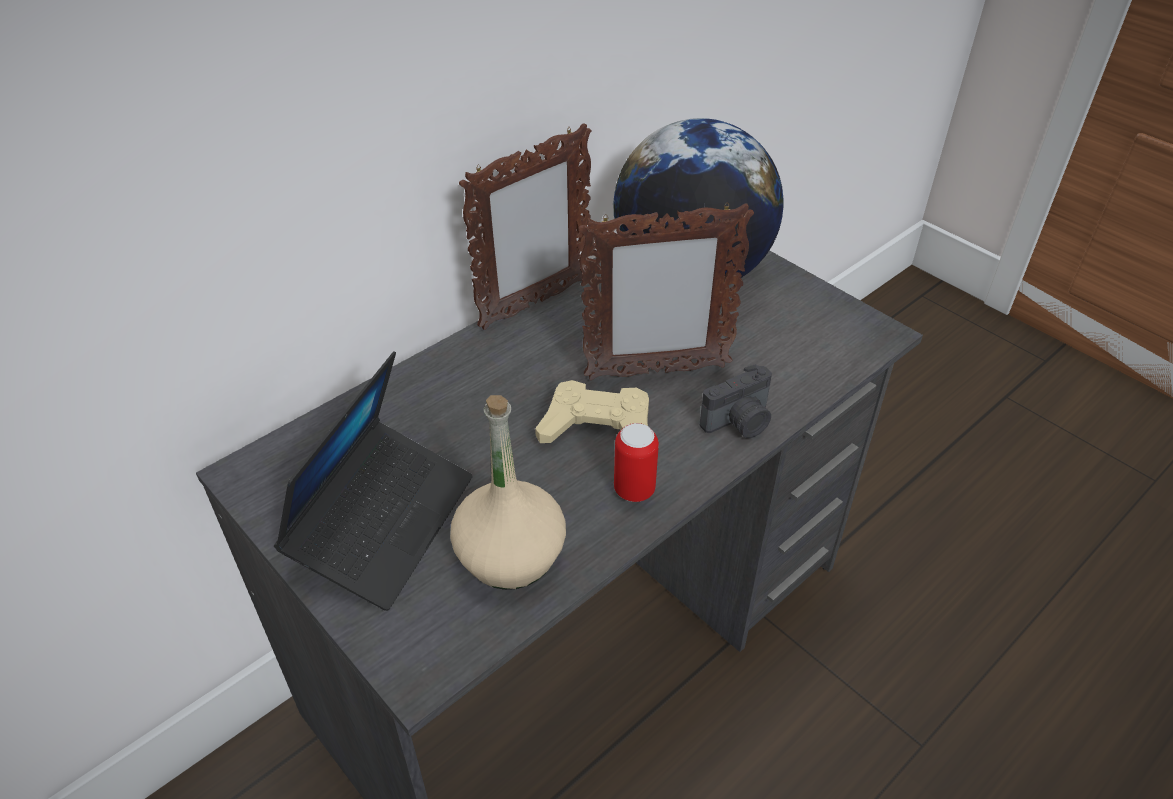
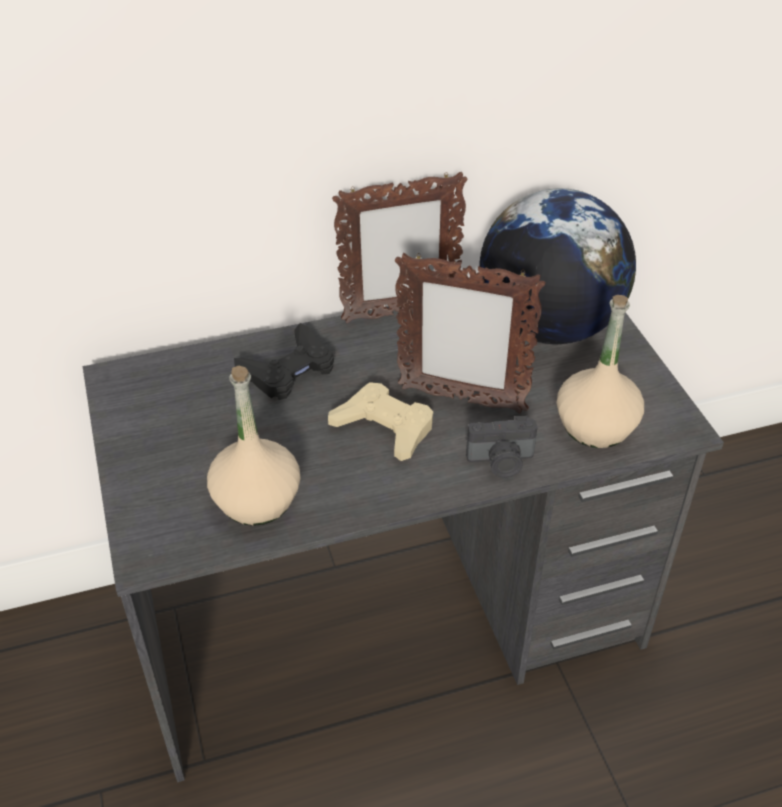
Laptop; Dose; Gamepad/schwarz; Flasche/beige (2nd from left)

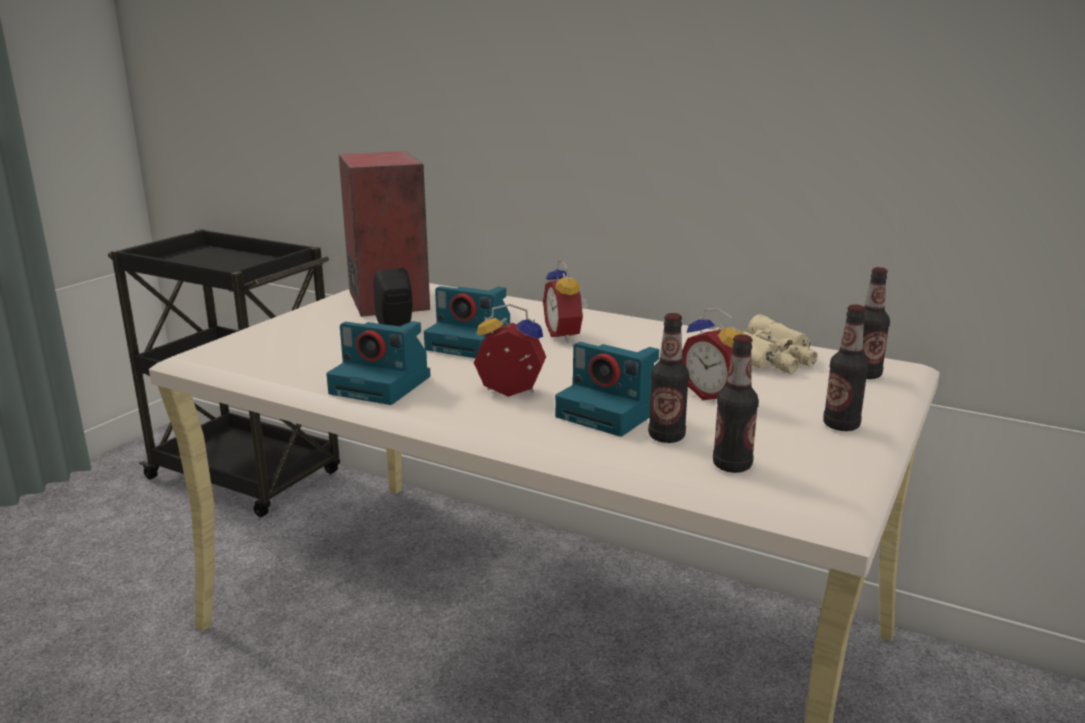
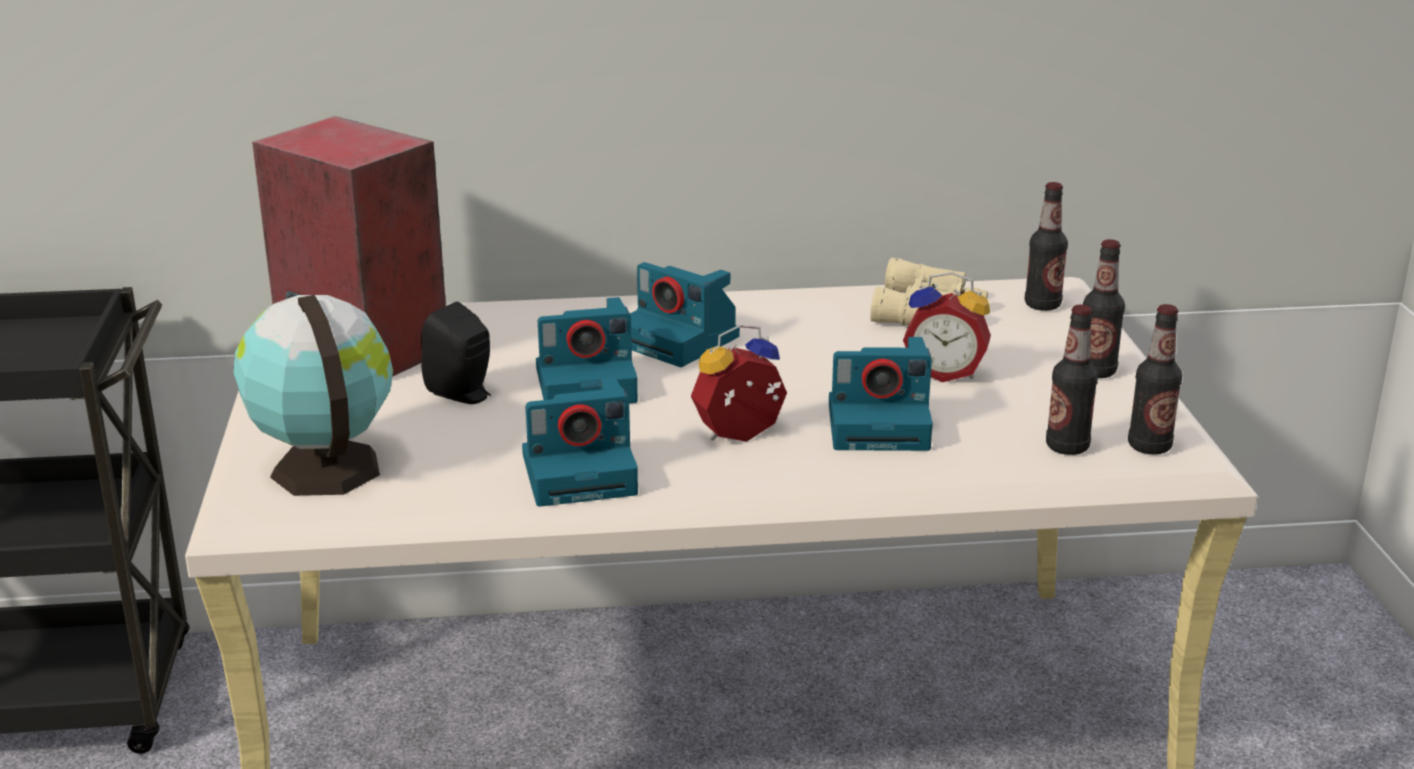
Kamera (3rd from left); Flasche (4th from left); Globus

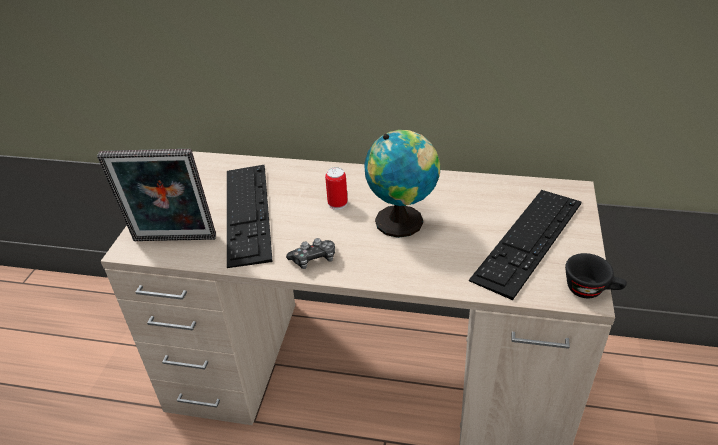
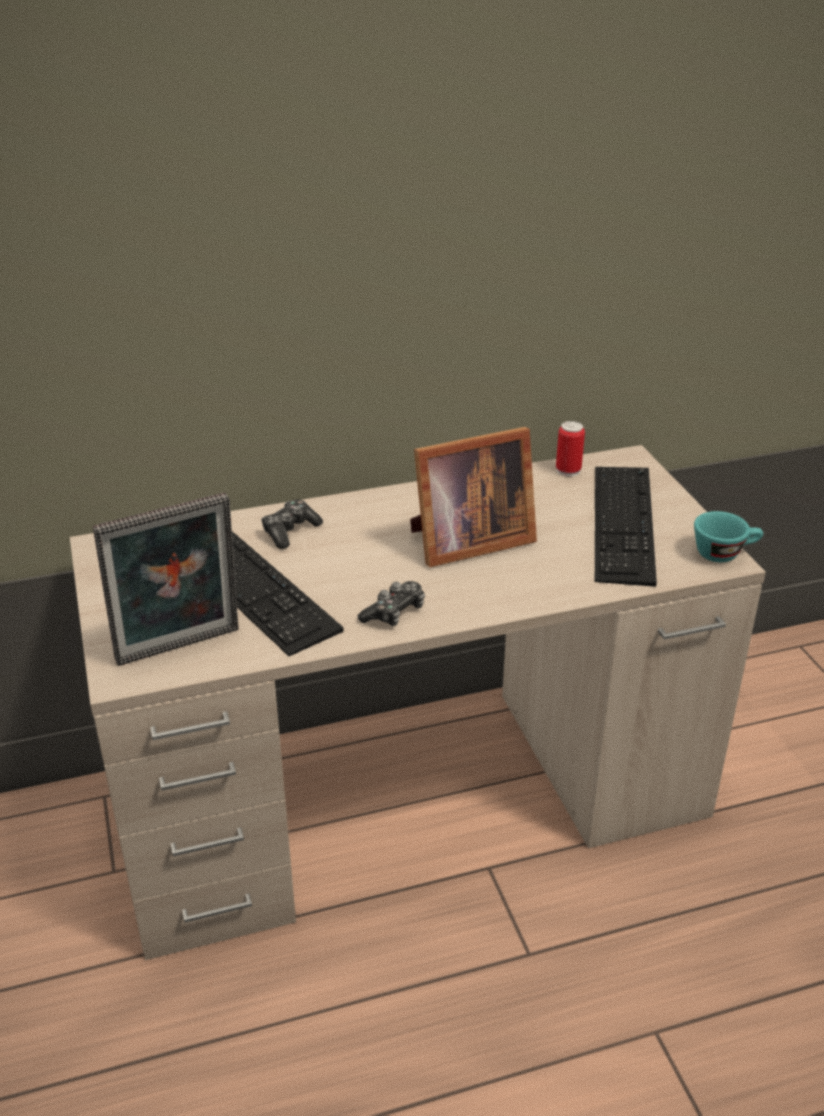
Dose; Bilderrahmen (2nd from left); Tasse/türkis; Gamepad (1st from left)

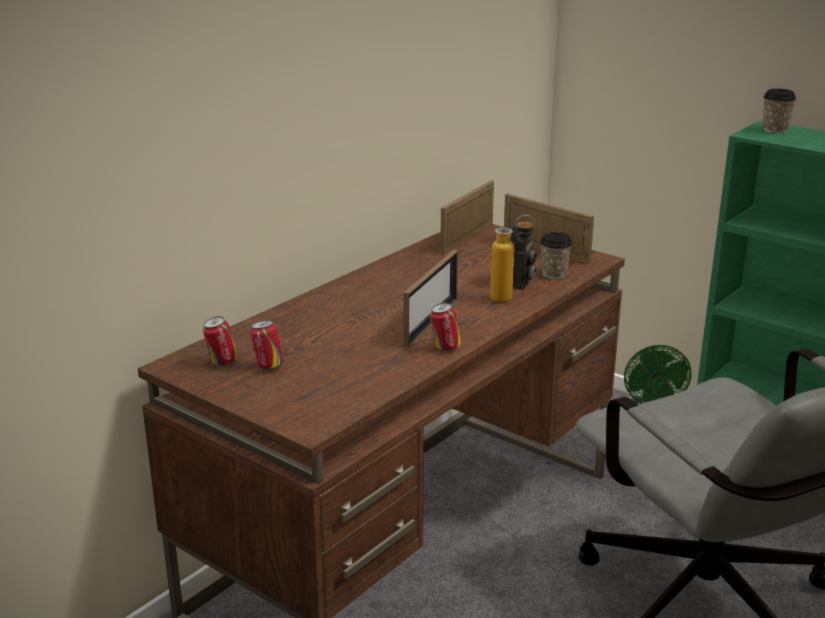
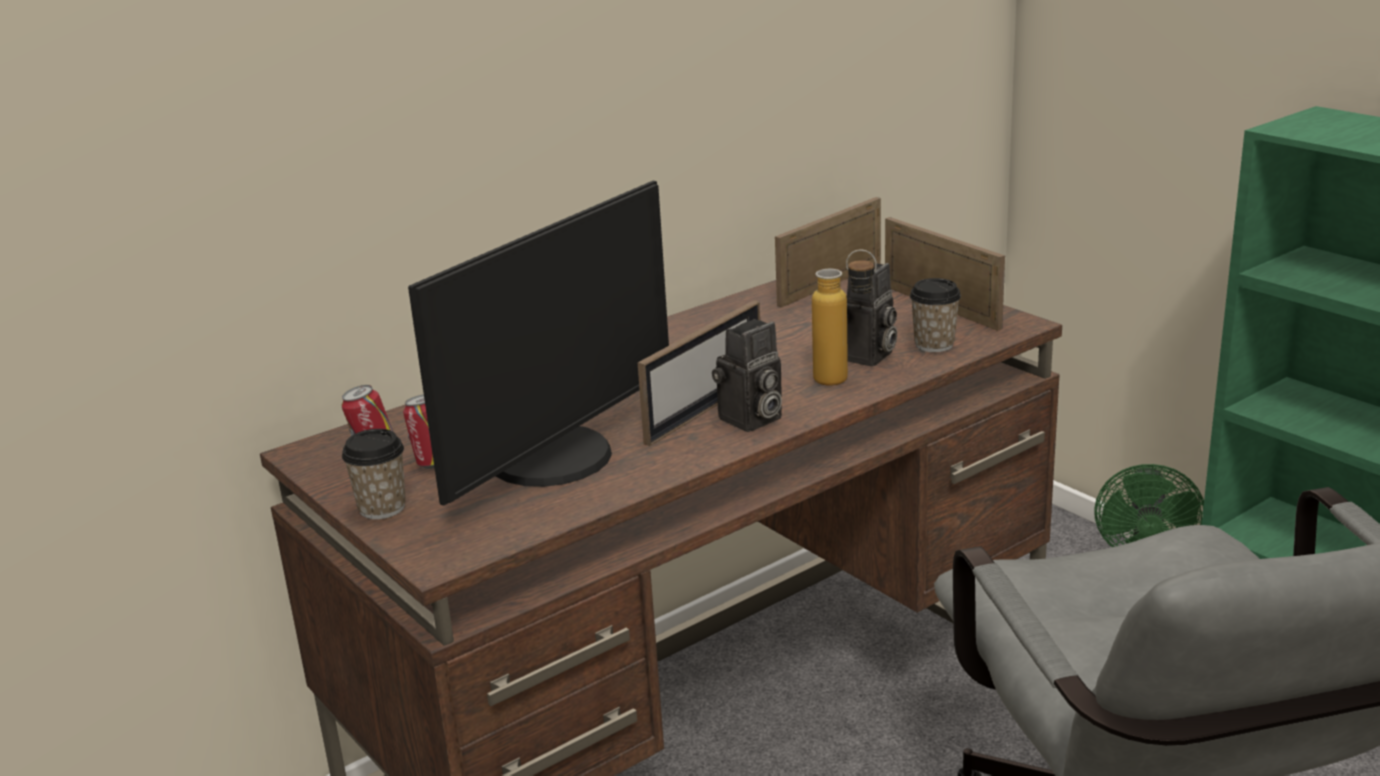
Dose (3rd from left in the first image); Tasse (1st from left); Monitor; Kamera (1st from left)

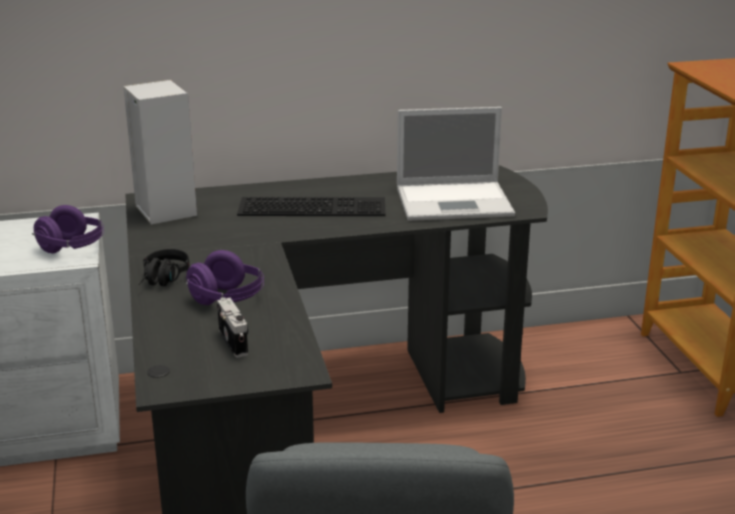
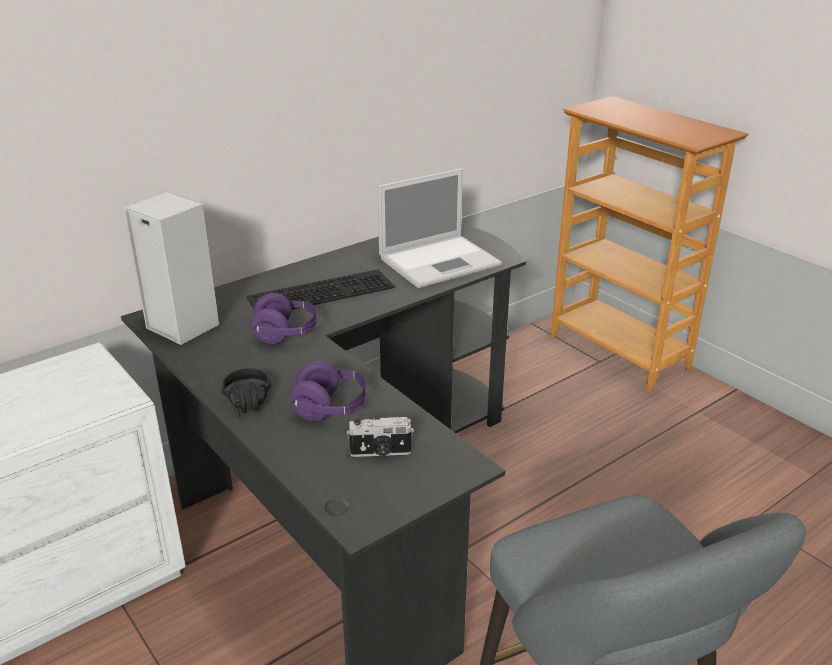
Kopfhörer/lila (1st from left); Kamera

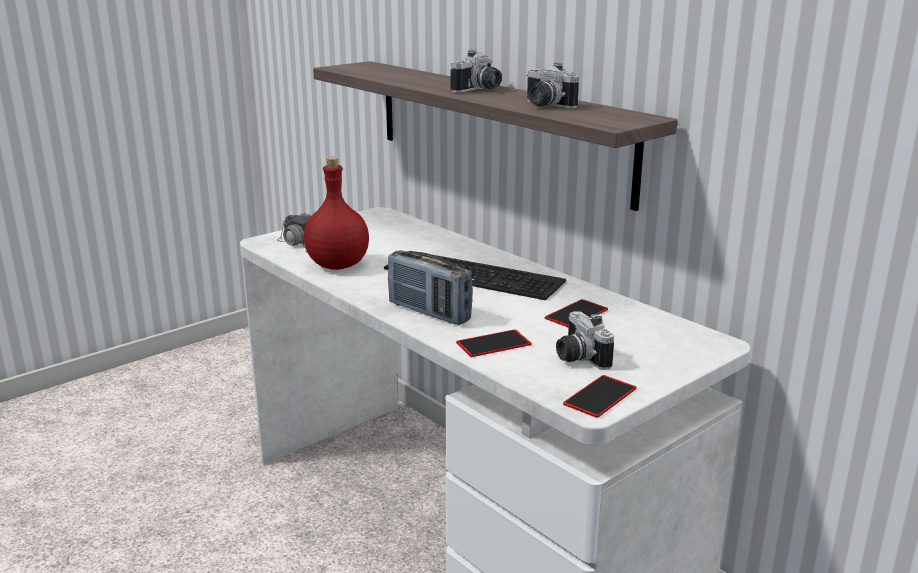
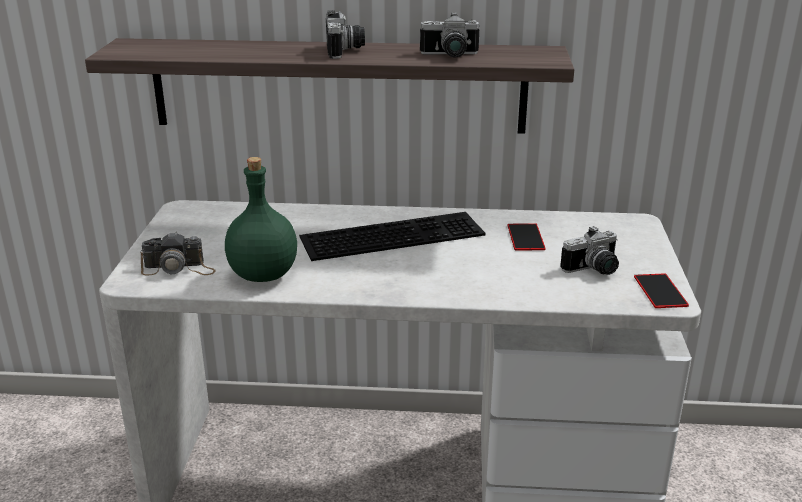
Flasche/grün; Radio; Handy (1st from left in the first image); Kamera (4th from left)

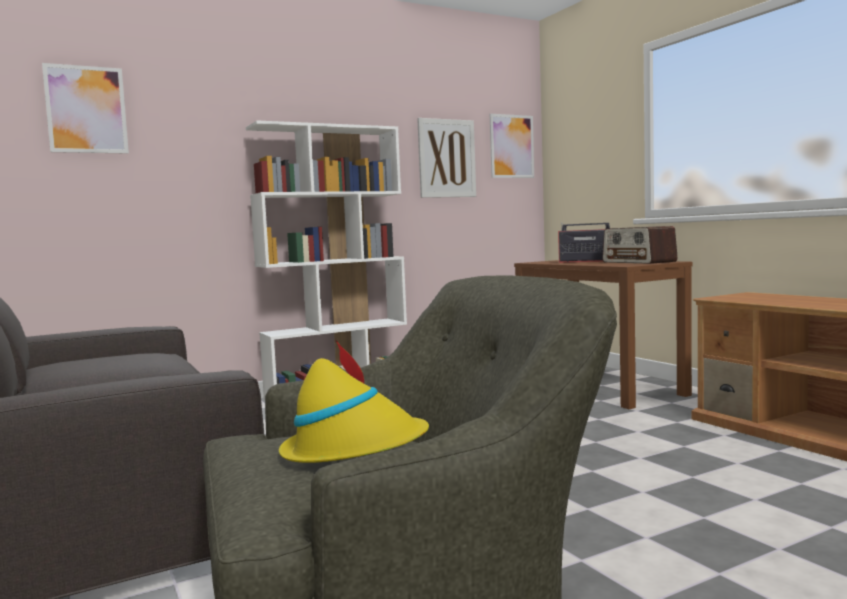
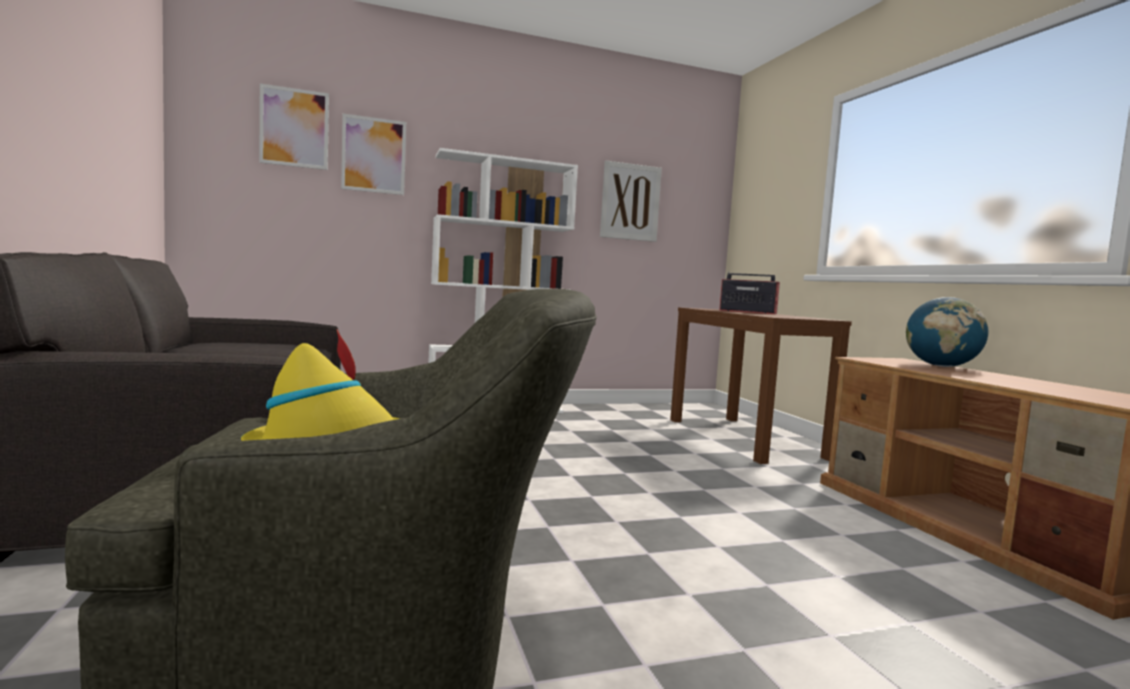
Bild (2nd from left); Radio (2nd from left in the first image); Globus

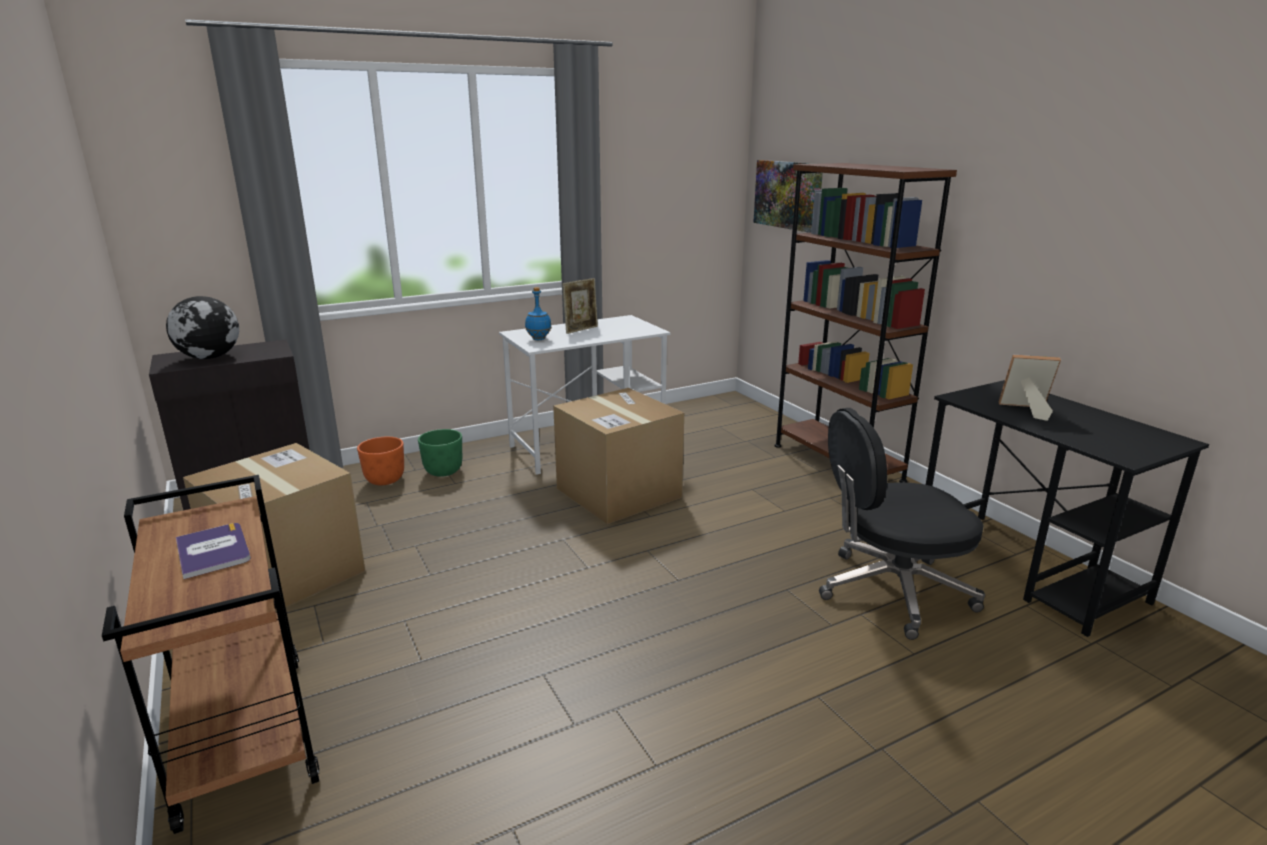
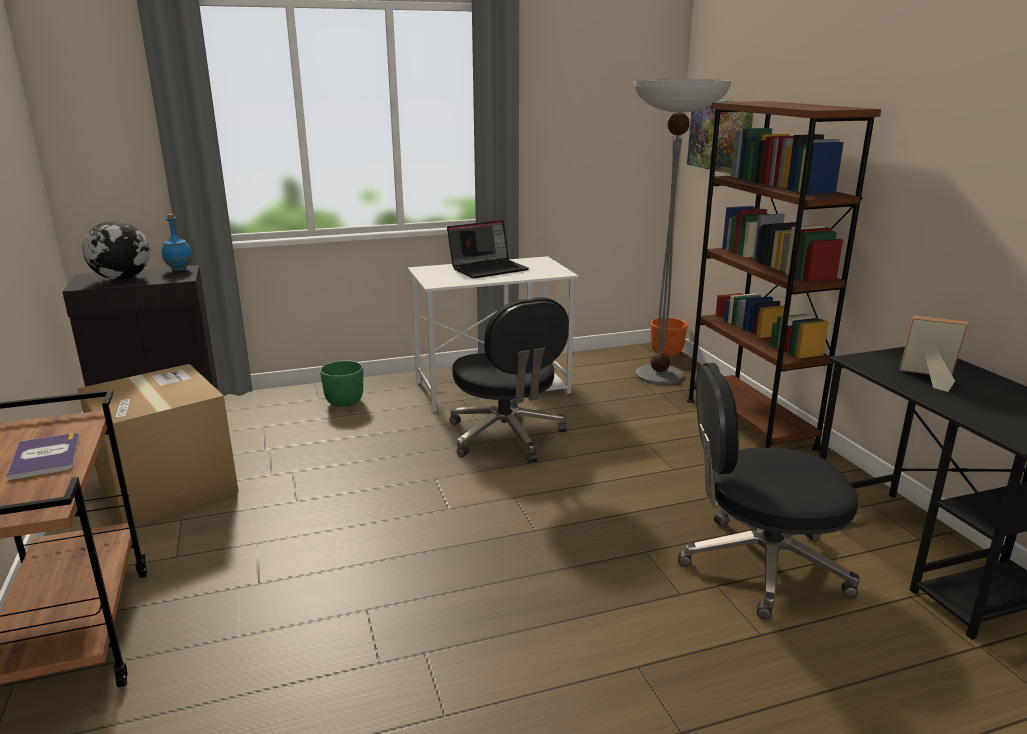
Pflanzkübel/orange; Flasche/blau; Bürostuhl/schwarz (1st from left); Laptop; Stehlampe

